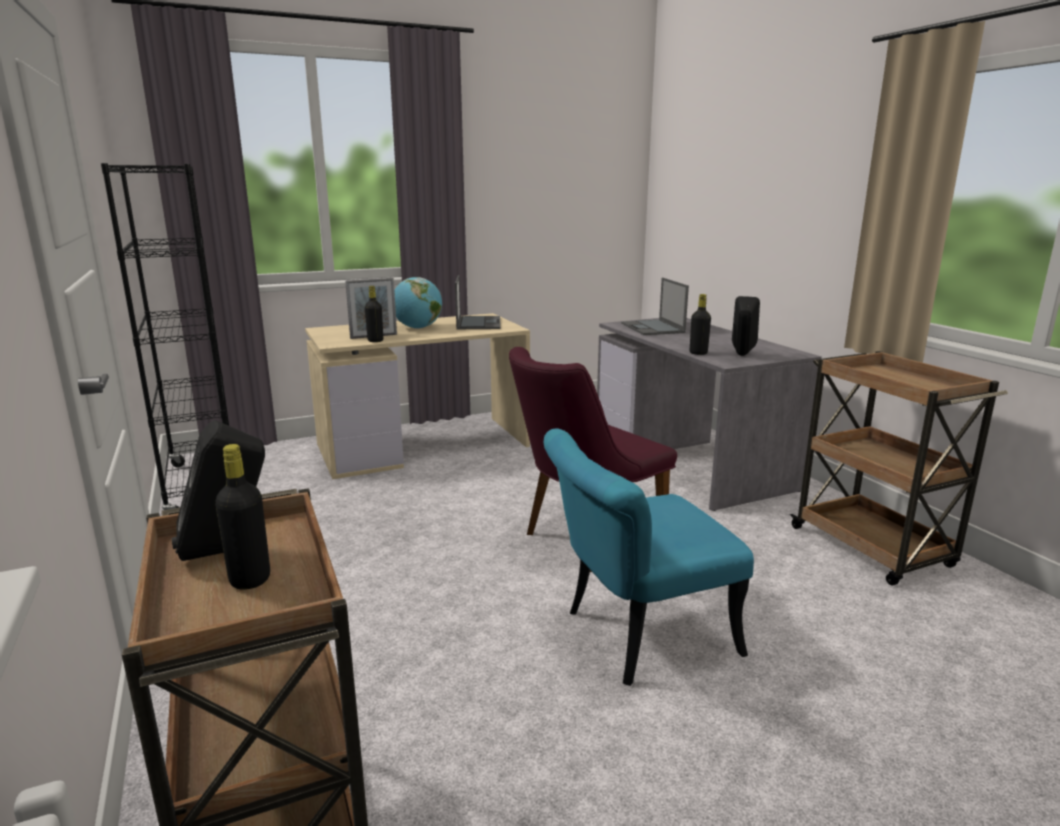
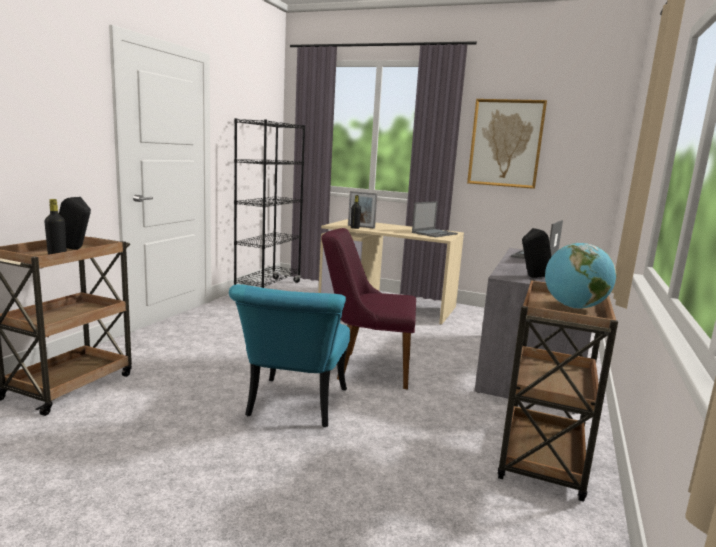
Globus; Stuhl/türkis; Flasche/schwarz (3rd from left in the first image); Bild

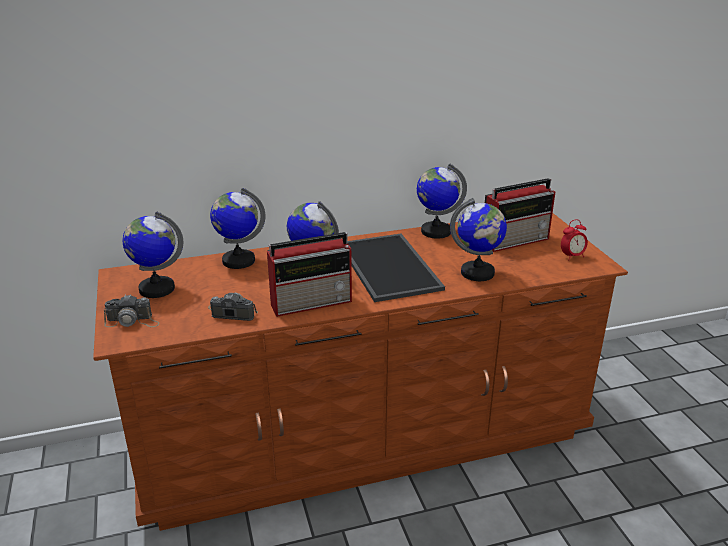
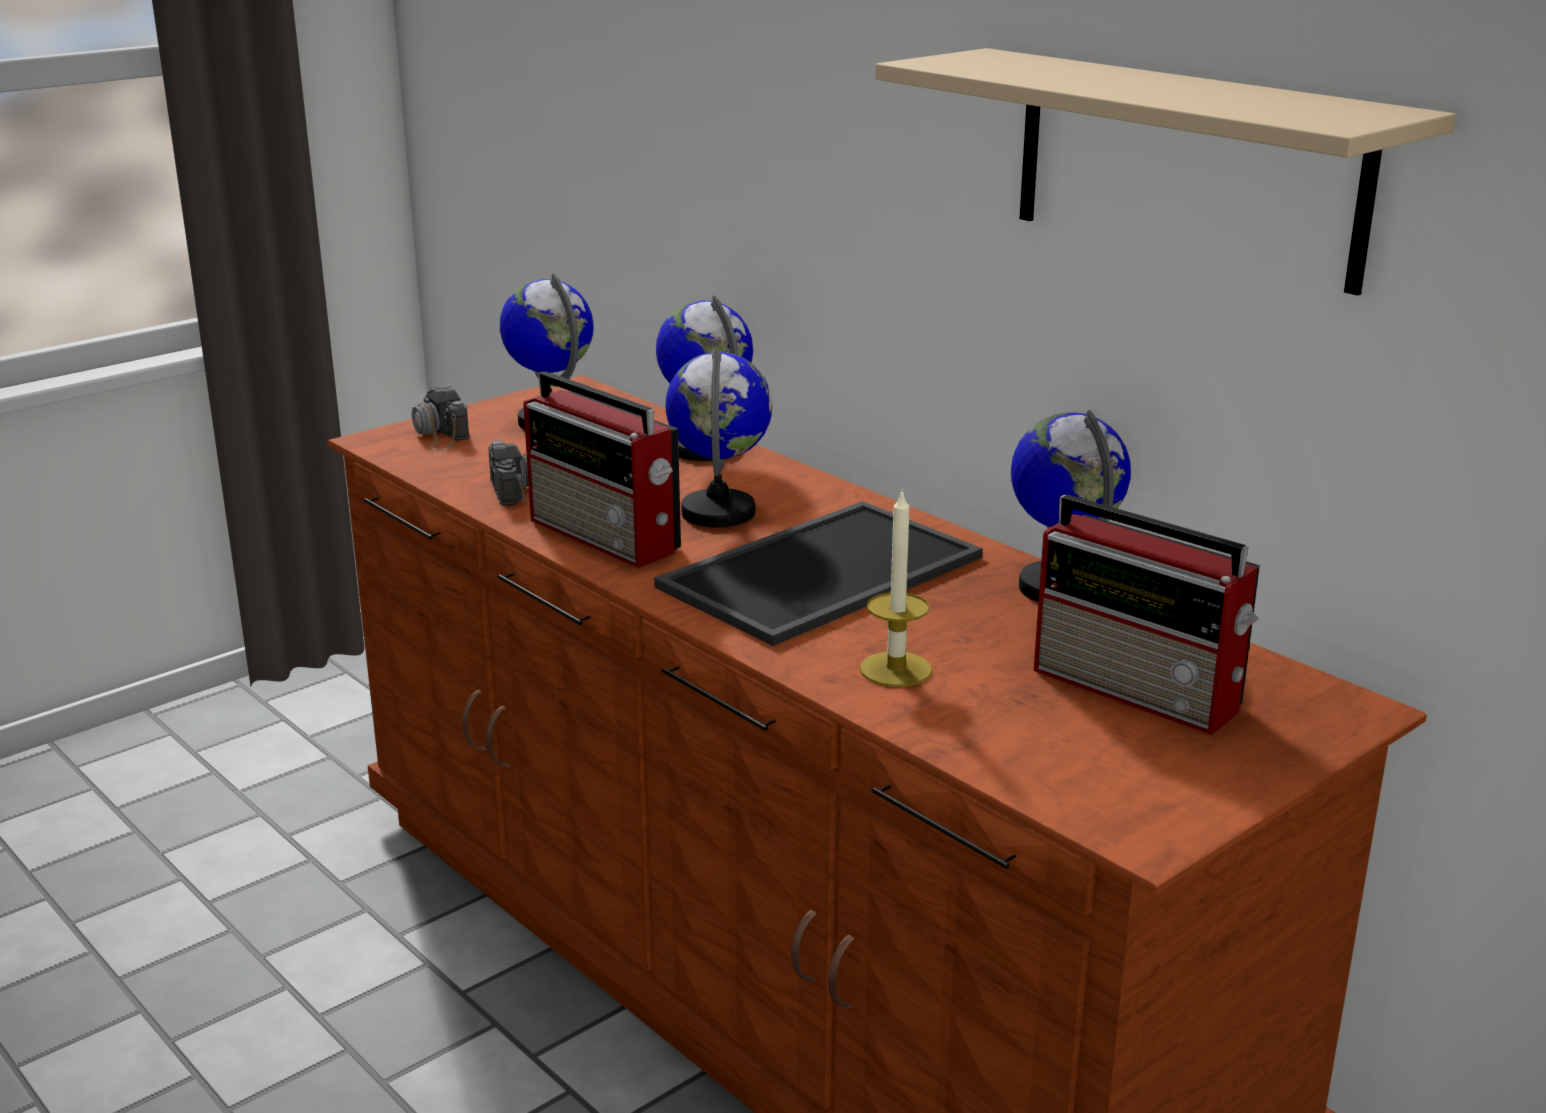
Kerze; Wecker; Wandregal/beige

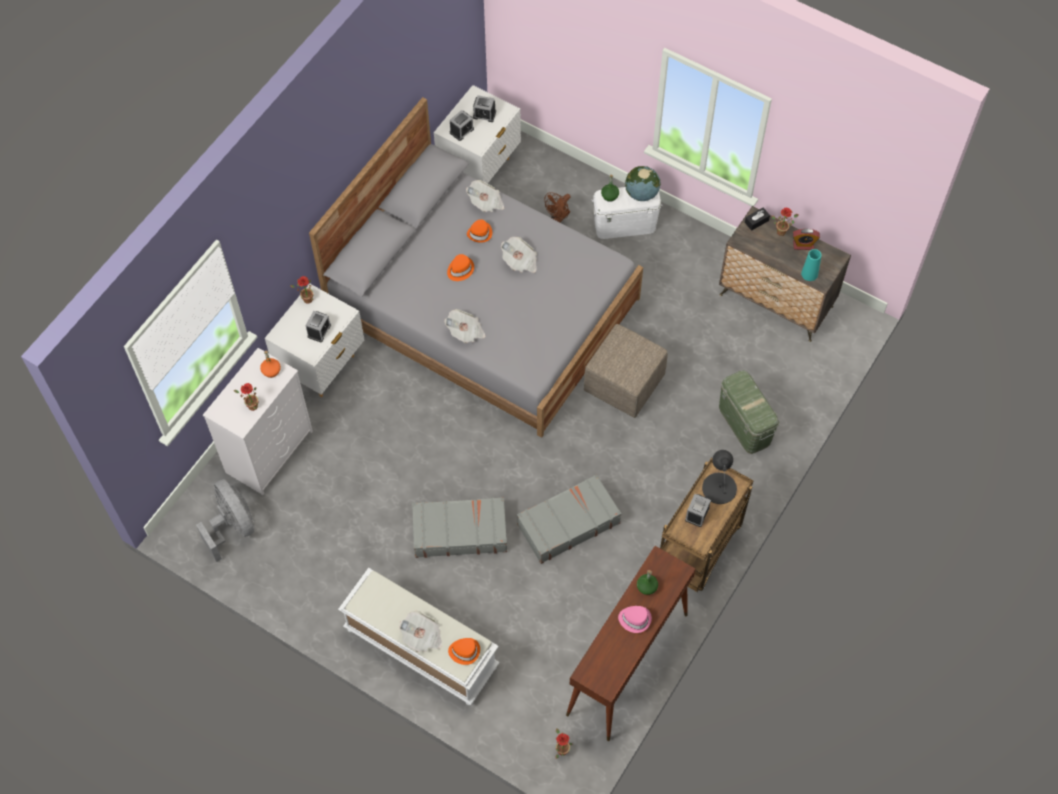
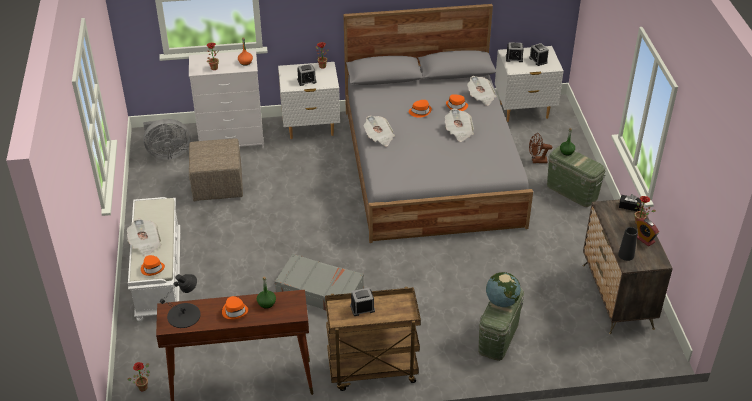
Ventilator/grau; Koffer/grau (1st from left in the first image); Polsterhocker/beige; Aufbewahrungsbox/grün (2nd from left); Hut/orange (2nd from left); Globus; Tischlampe/schwarz; Vase/schwarz

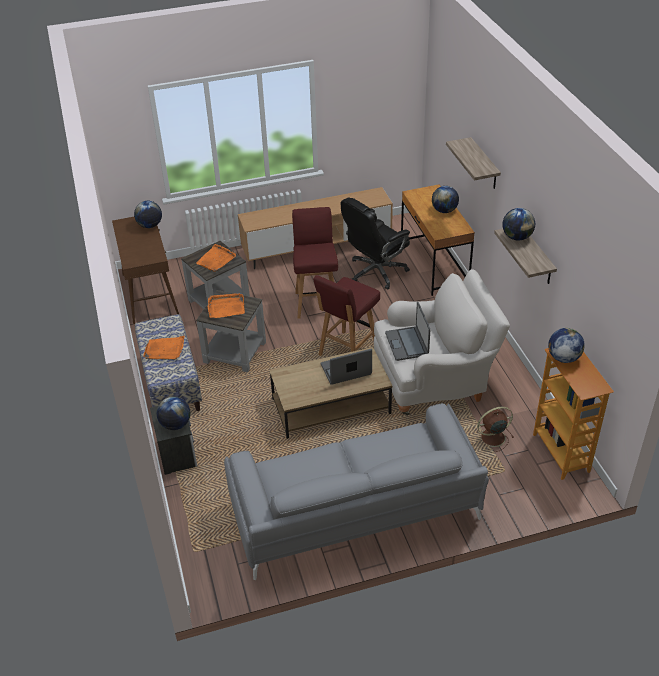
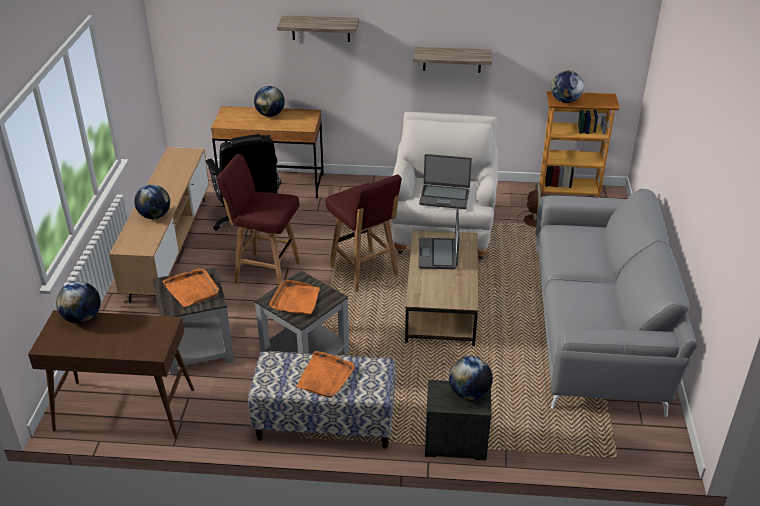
Globus (2nd from left)

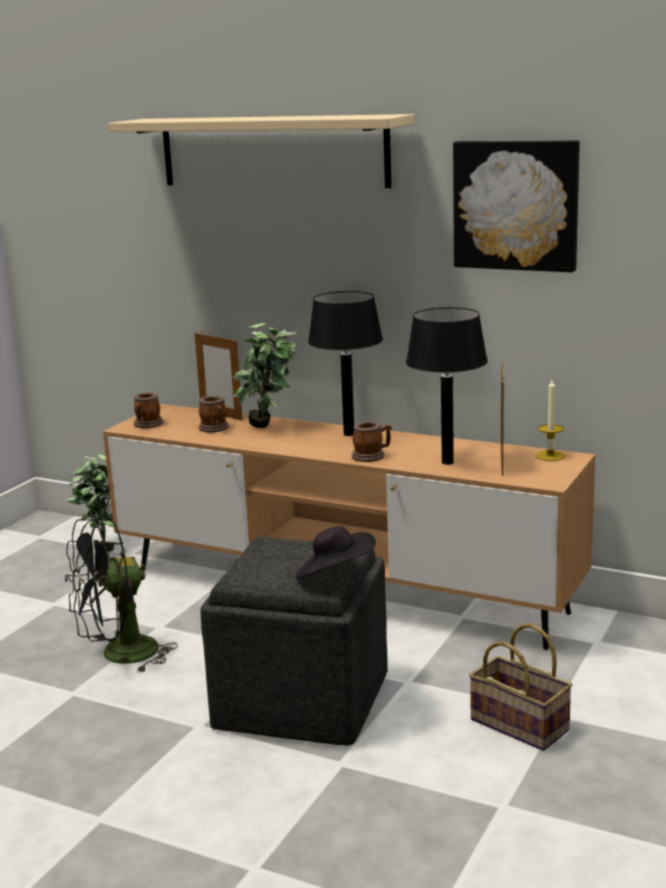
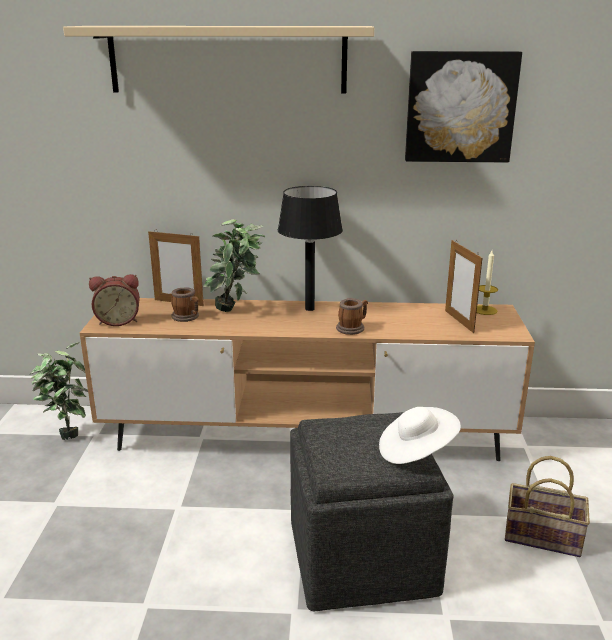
Ventilator/schwarz; Wecker; Hut/weiß; Tischlampe/schwarz (2nd from left in the first image)

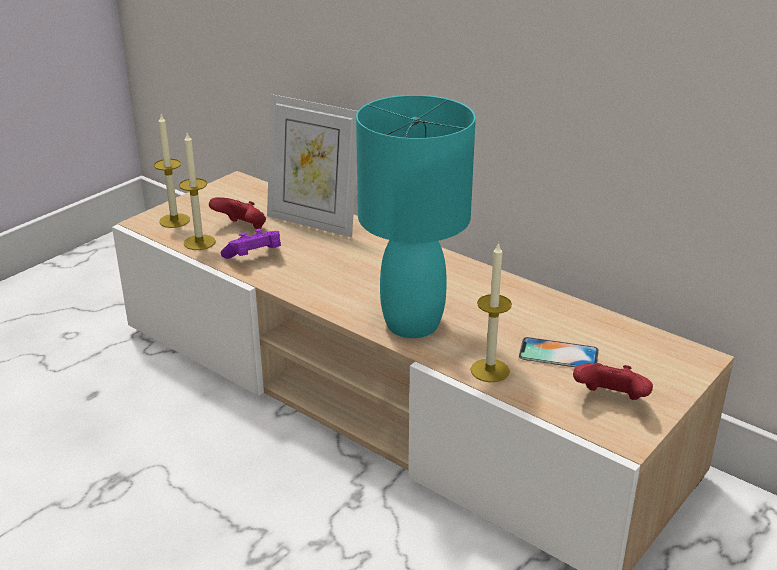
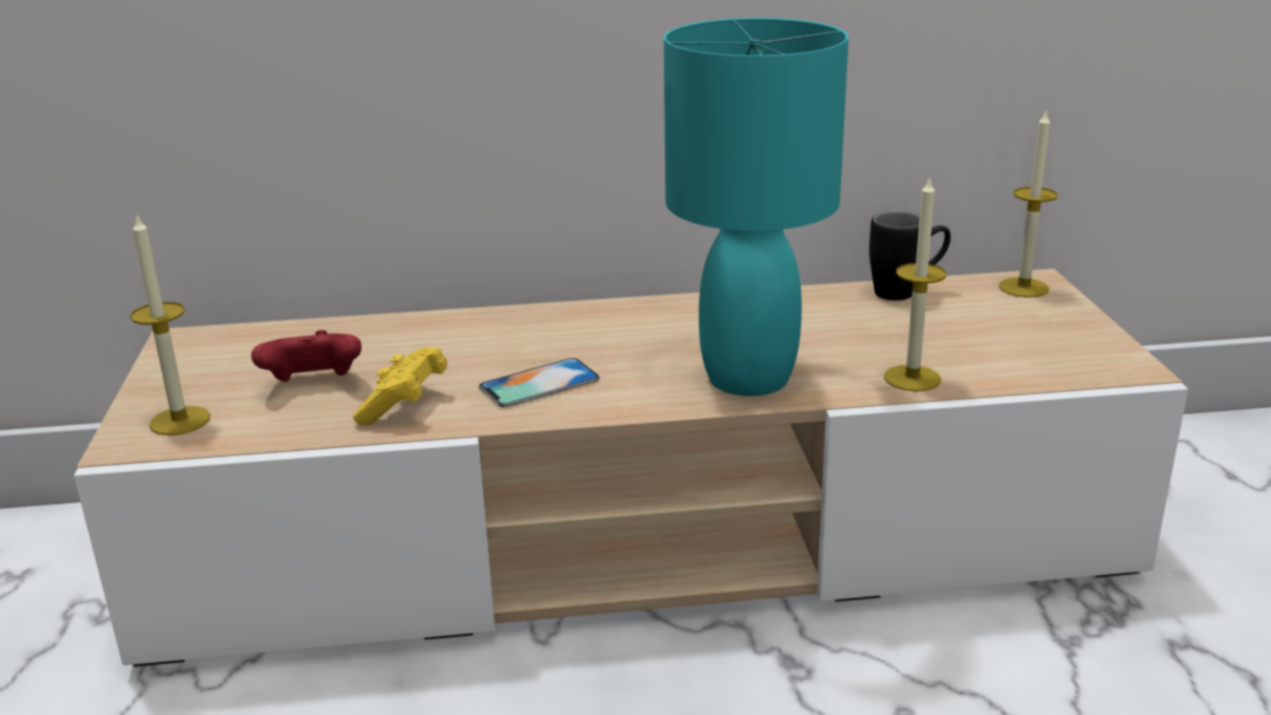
Kerze (3rd from left); Gamepad/gelb; Bilderrahmen; Handy; Gamepad/rot (2nd from left in the first image); Henkelbecher/schwarz

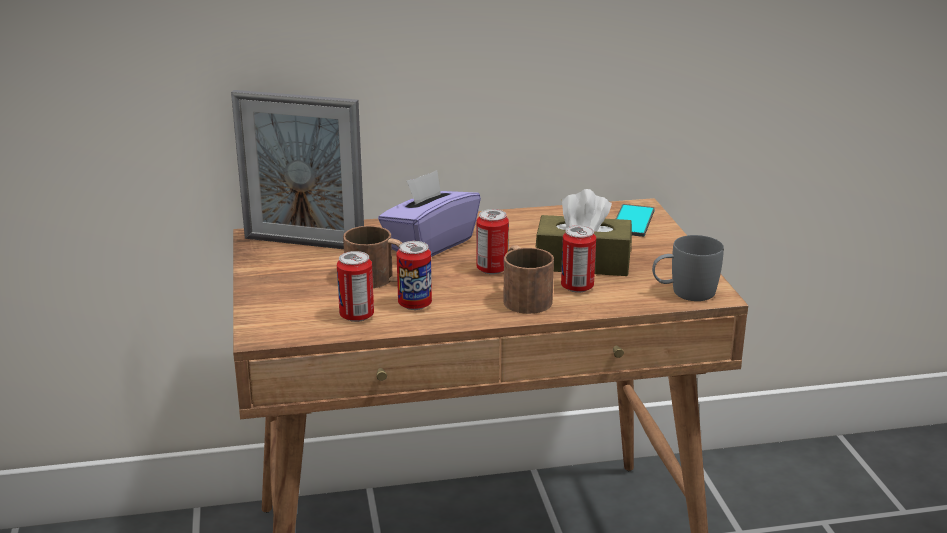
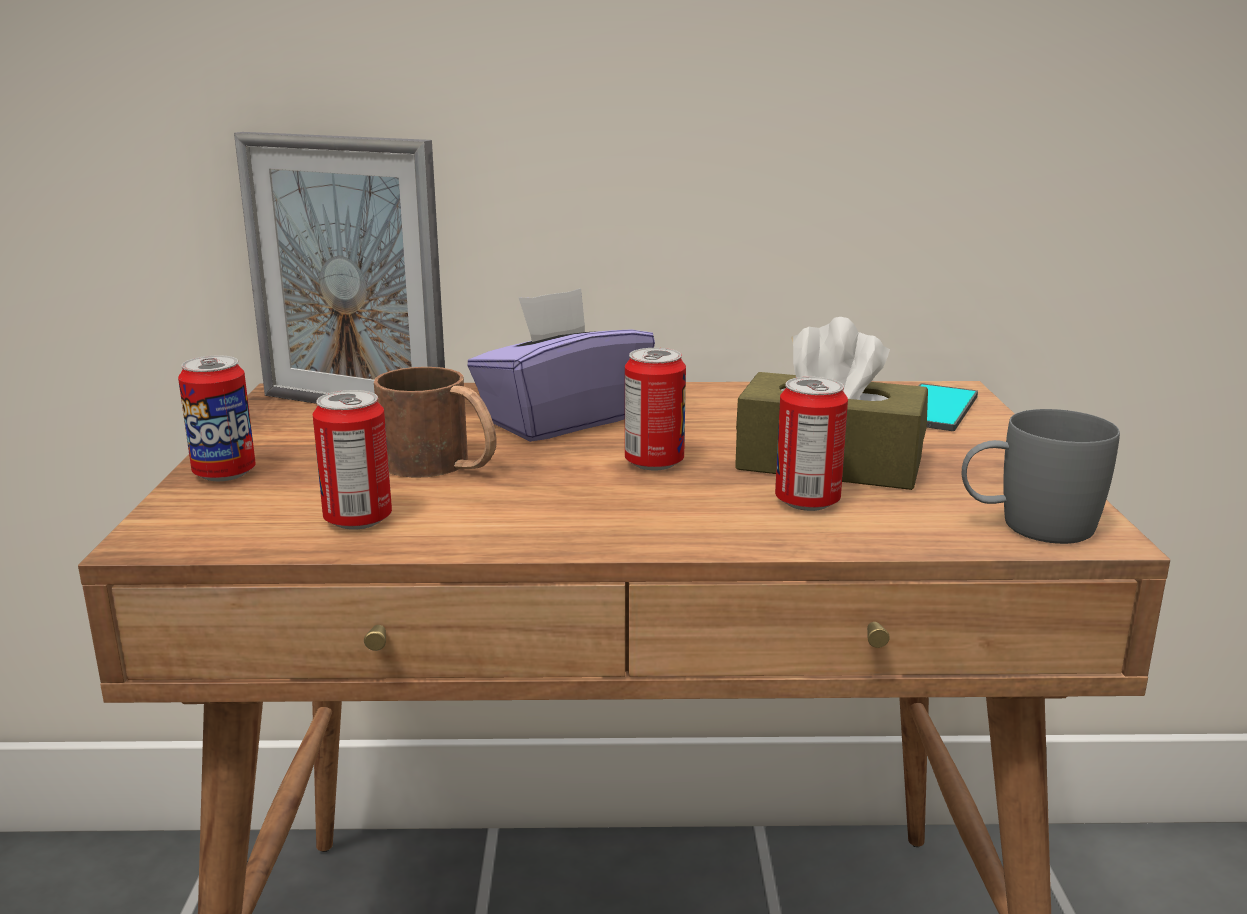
Dose (1st from left); Henkelbecher/braun (2nd from left in the first image)

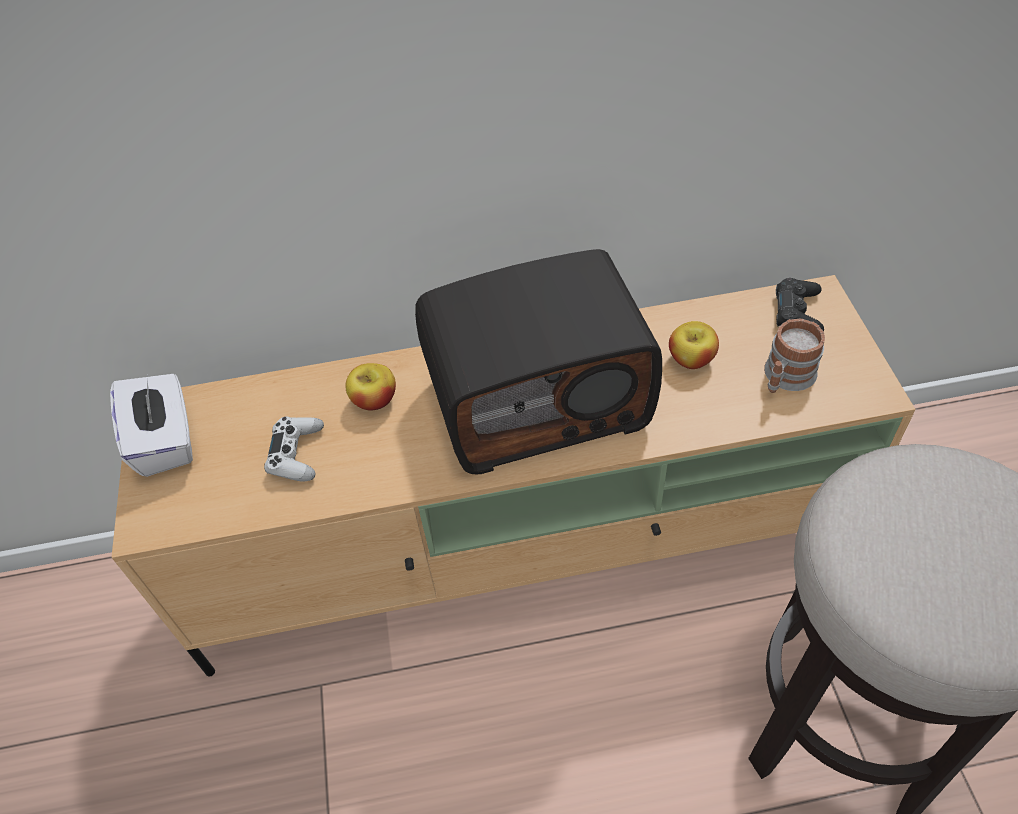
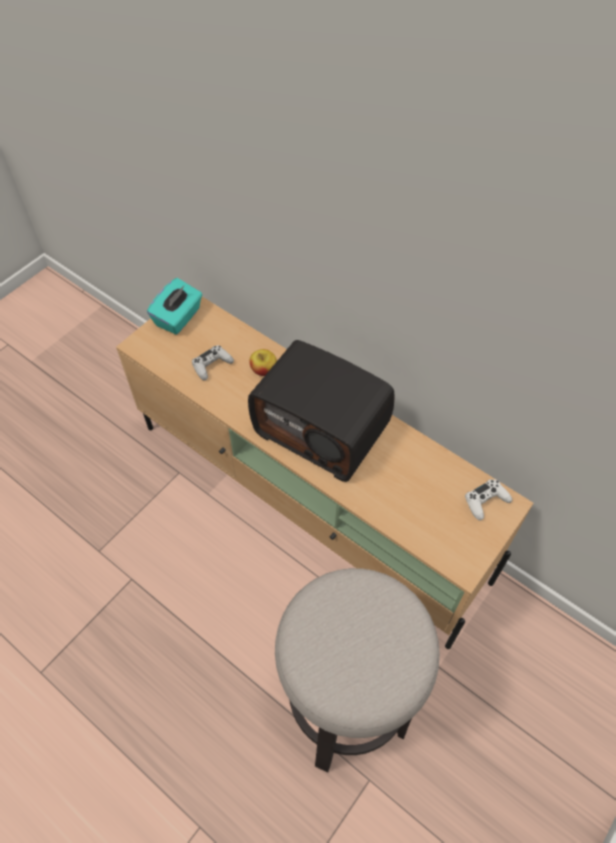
Taschentuchbox/türkis; Apfel (2nd from left in the first image); Henkelbecher; Gamepad/weiß (2nd from left)

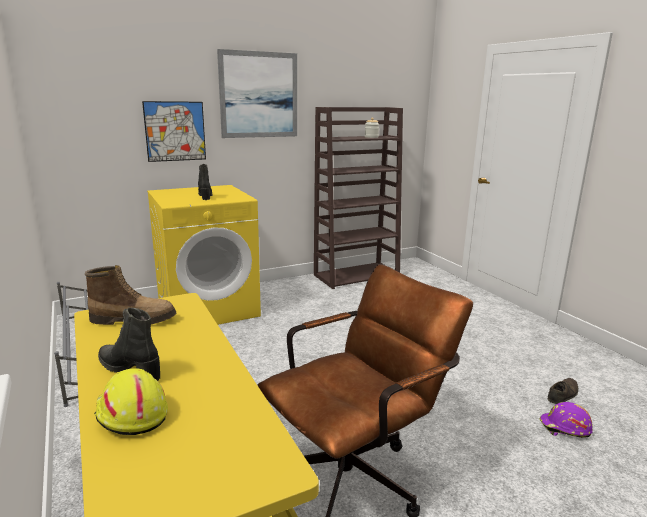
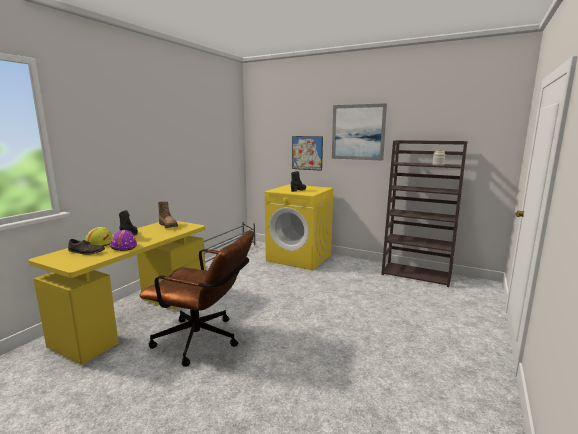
Schutzhelm/lila; Schuh/braun

